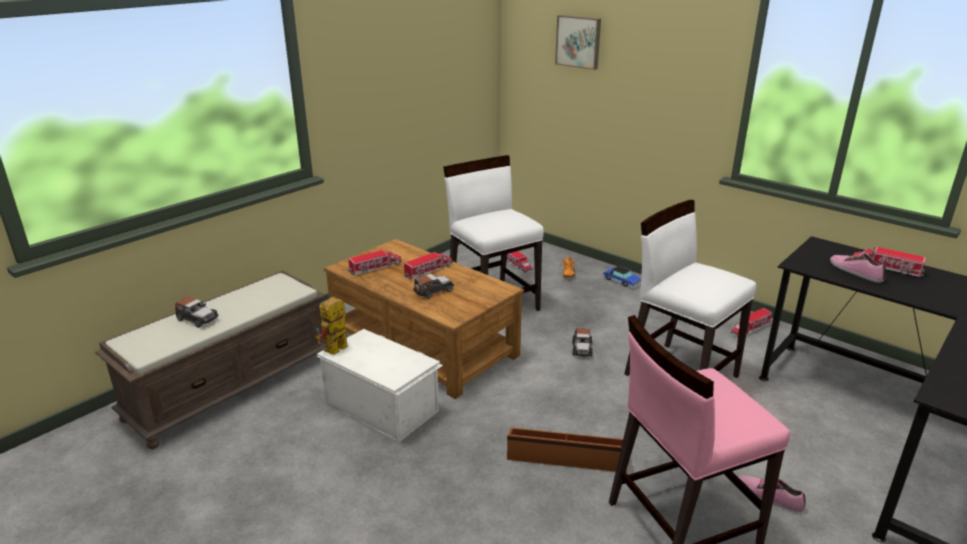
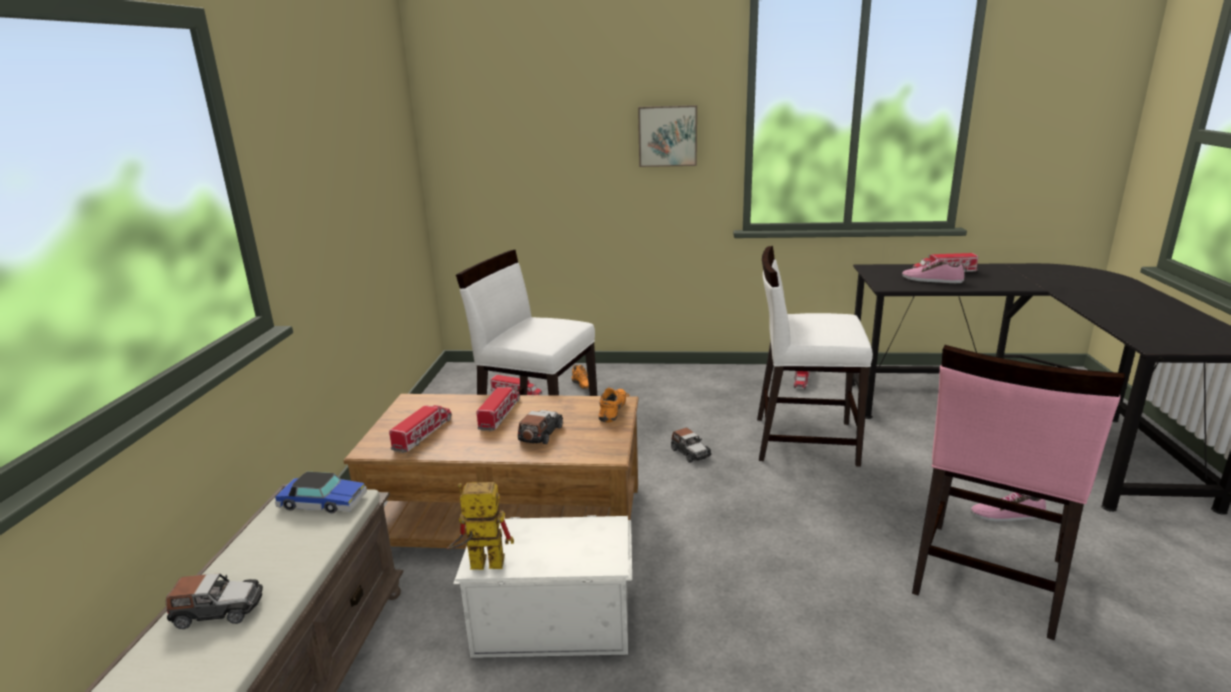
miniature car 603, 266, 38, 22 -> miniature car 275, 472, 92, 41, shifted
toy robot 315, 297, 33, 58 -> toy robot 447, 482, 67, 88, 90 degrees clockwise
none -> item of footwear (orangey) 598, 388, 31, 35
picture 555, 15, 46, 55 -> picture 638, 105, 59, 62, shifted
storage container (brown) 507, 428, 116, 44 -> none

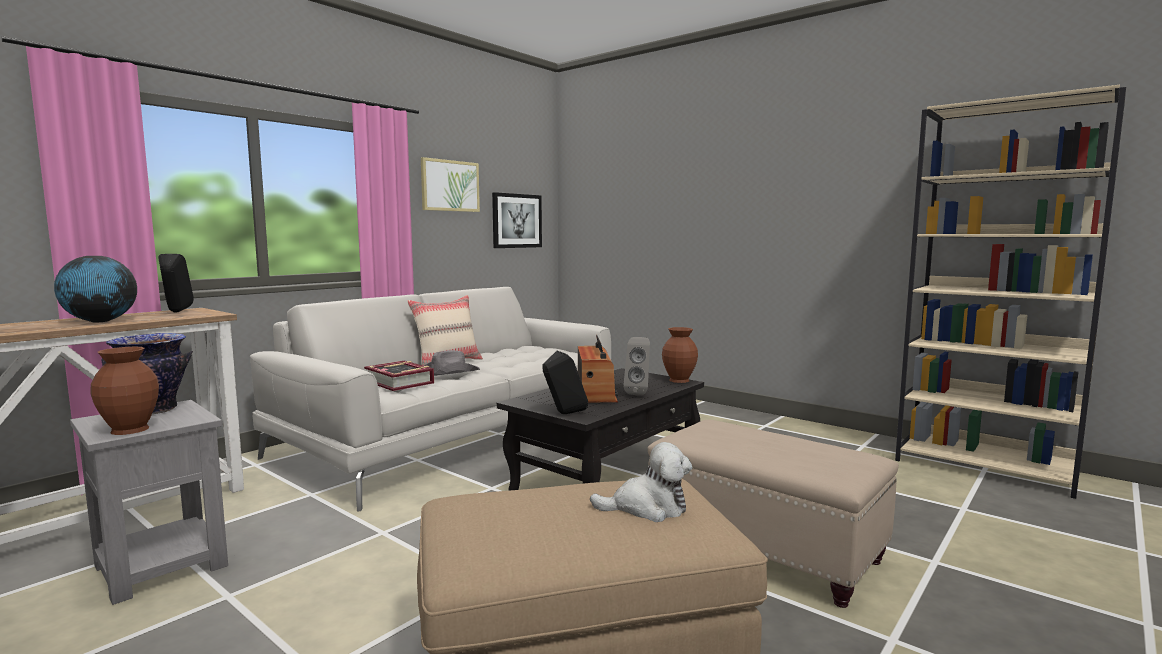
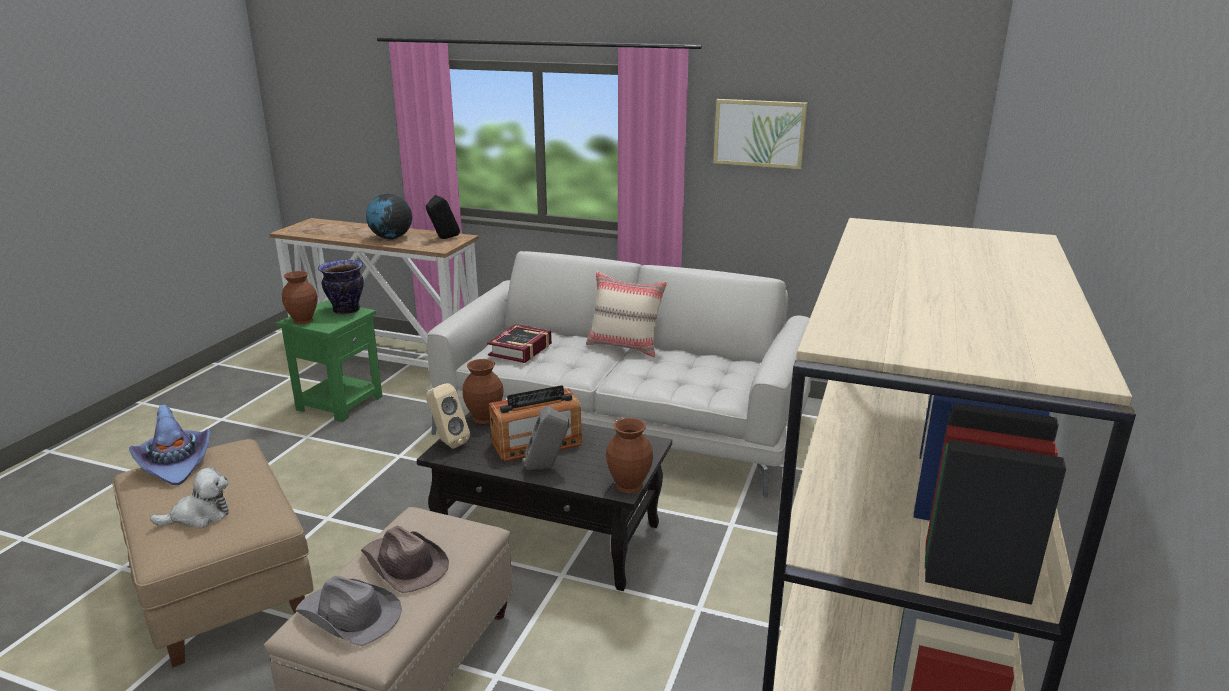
none -> wearable hat (purplish) 129, 404, 81, 81
soft toy 590, 442, 102, 80 -> soft toy 150, 467, 79, 61, 90 degrees counterclockwise
accent table (greyish) 70, 400, 158, 205 -> accent table (greenish) 276, 301, 107, 121
wearable hat (greyish) 424, 350, 56, 26 -> wearable hat (greyish) 295, 576, 107, 70, shifted
none -> wearable hat (brown) 361, 526, 88, 67
speaker (black-coloured) 542, 351, 46, 63 -> speaker (sand-coloured) 426, 383, 44, 66
none -> vase (brown) 462, 359, 42, 65
picture 492, 192, 50, 56 -> none

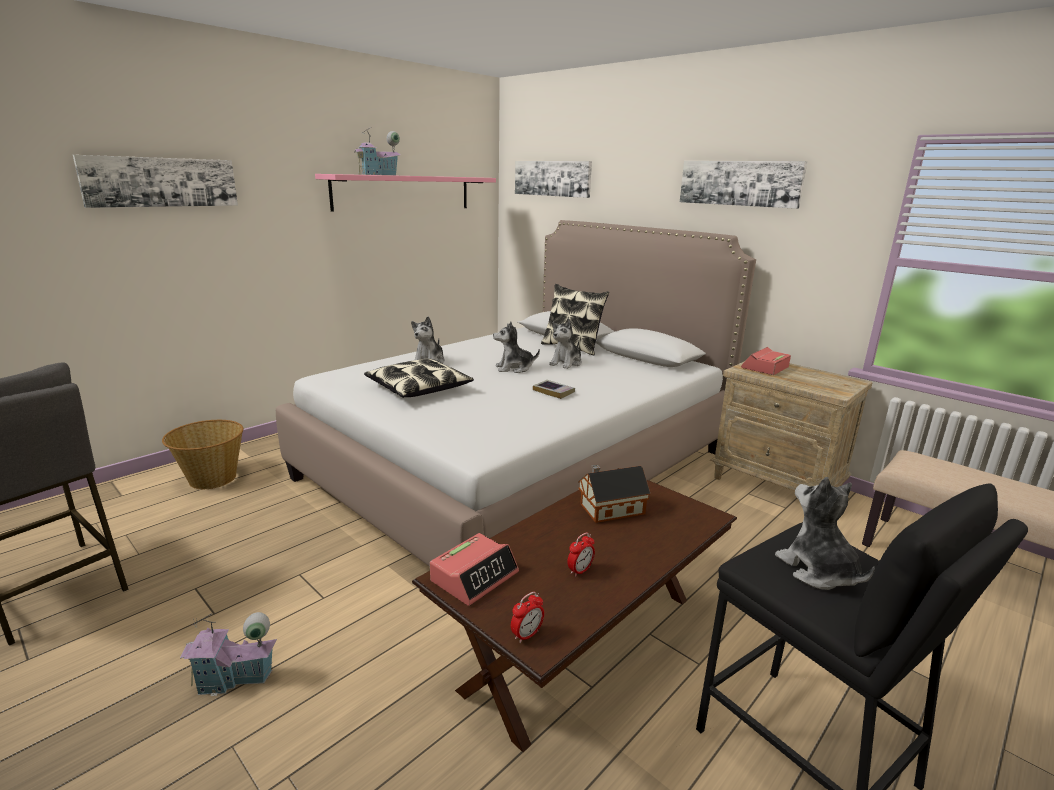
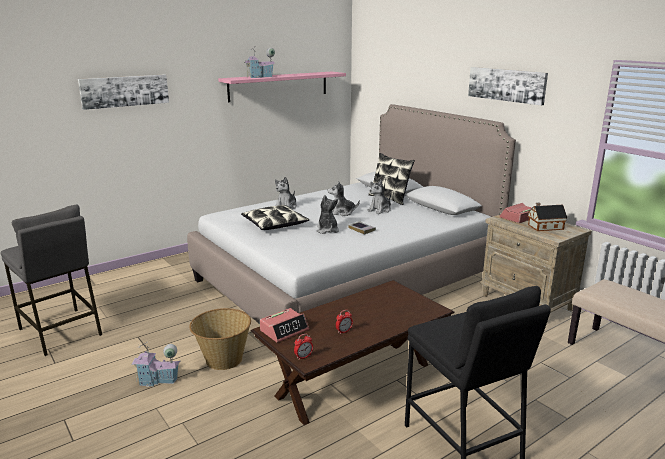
basket 162, 420, 81, 69 -> basket 189, 308, 62, 62, shifted
soft toy 775, 477, 100, 113 -> soft toy 316, 195, 23, 39, shifted
toy house 579, 465, 71, 58 -> toy house 528, 203, 39, 28, shifted
picture 515, 161, 77, 37 -> none

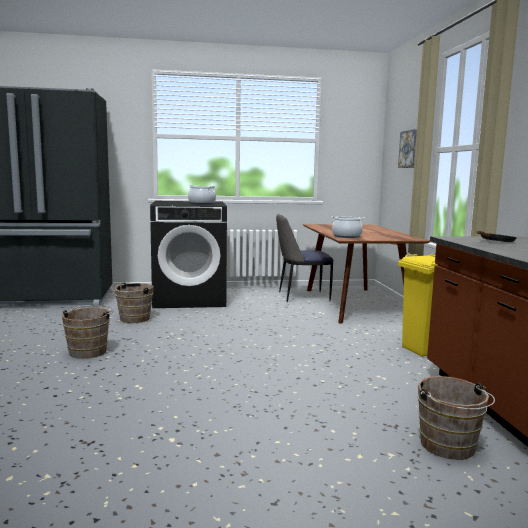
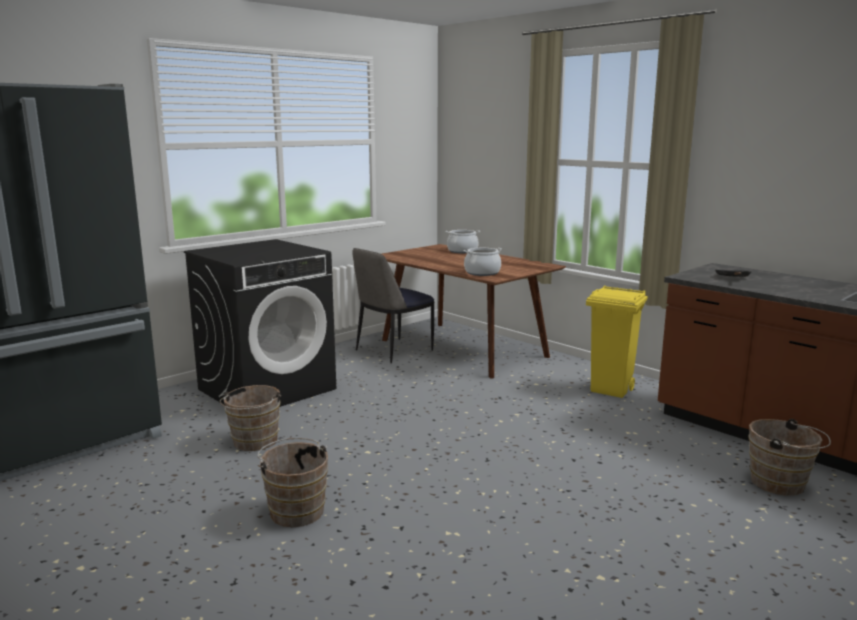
stockpot 188, 185, 28, 20 -> stockpot 445, 230, 35, 23, shifted
picture 398, 129, 19, 39 -> none

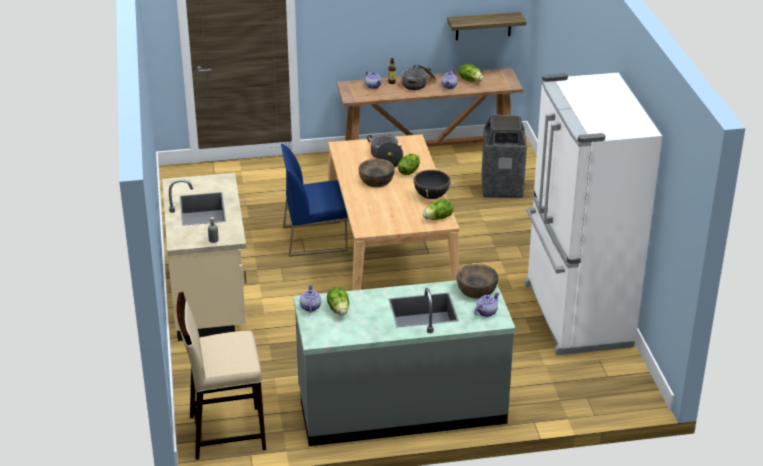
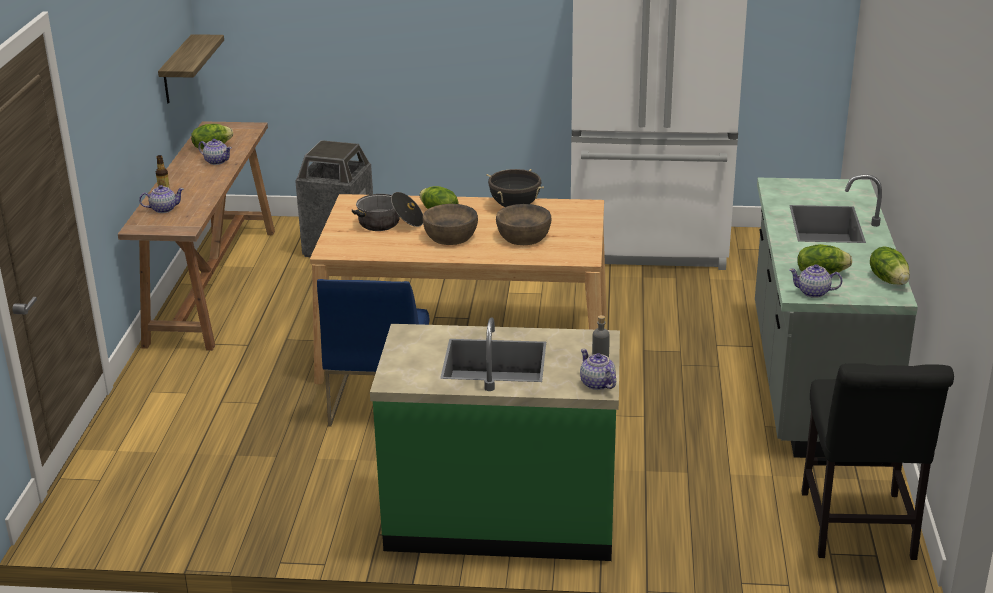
kitchen counter (sand-coloured) 162, 173, 84, 168 -> kitchen counter (greenish) 370, 318, 250, 243
bowl (brown) 457, 264, 41, 35 -> bowl (brown) 496, 204, 55, 41, shifted
pot for tea 474, 292, 25, 25 -> pot for tea 580, 349, 36, 41, shifted
sitting stool (sand-coloured) 177, 292, 89, 168 -> plain chair (black-coloured) 801, 363, 153, 197
head of lettuce 423, 199, 31, 21 -> head of lettuce 870, 246, 40, 39, shifted
stockpot 401, 64, 35, 26 -> none

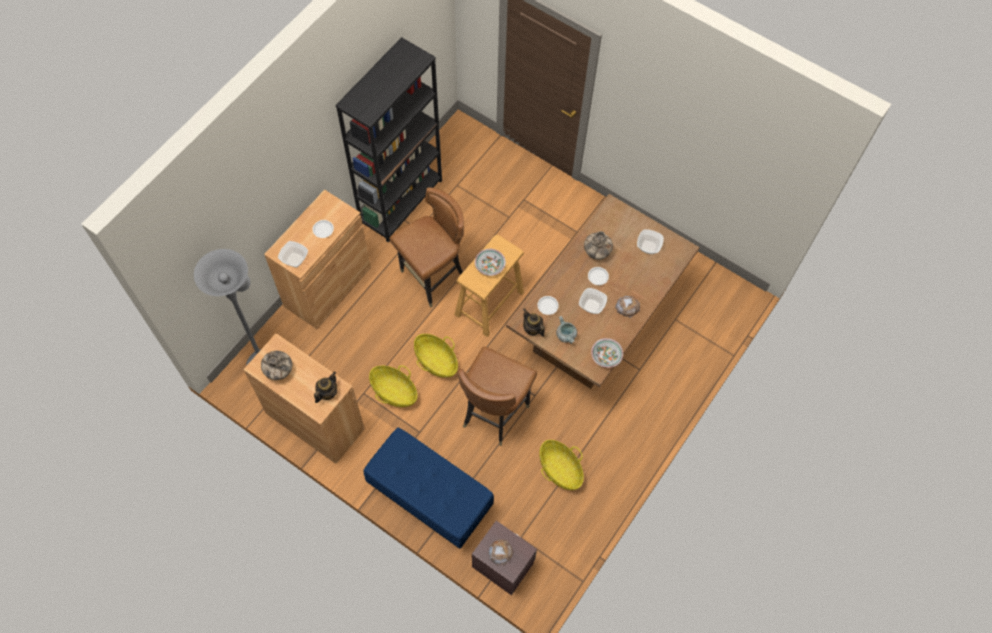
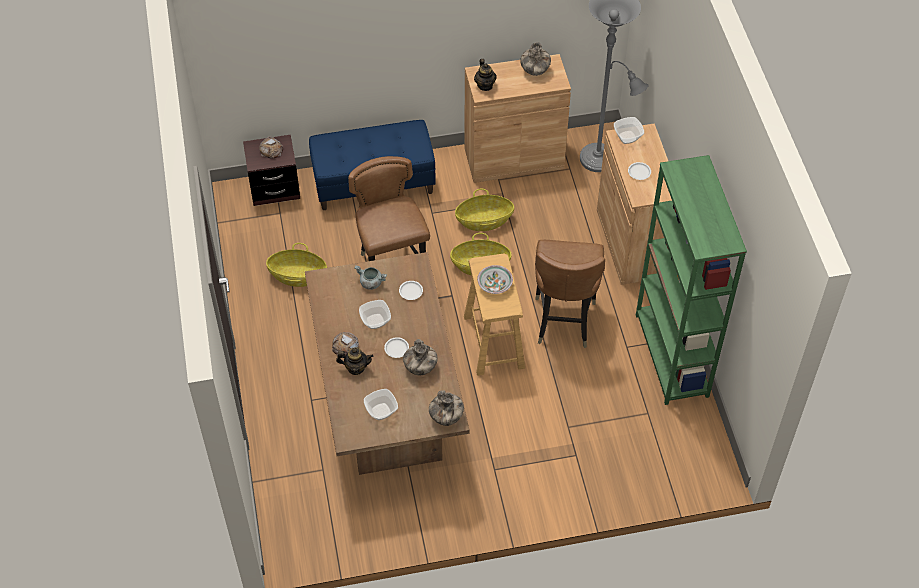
pot for tea 523, 308, 22, 29 -> pot for tea 336, 347, 38, 28, shifted
none -> vase 429, 390, 35, 36
bookcase (black-coloured) 335, 37, 107, 205 -> bookcase (greenish) 636, 155, 111, 250
bowl 591, 338, 32, 30 -> none

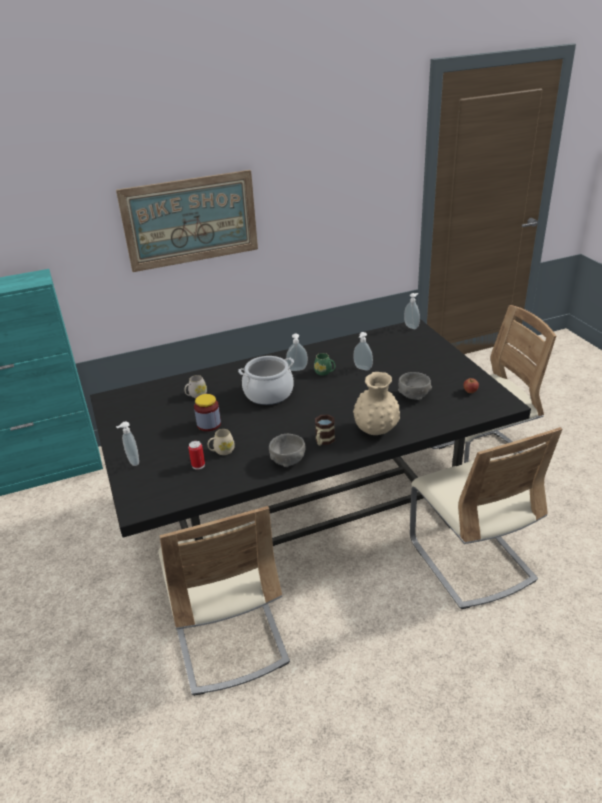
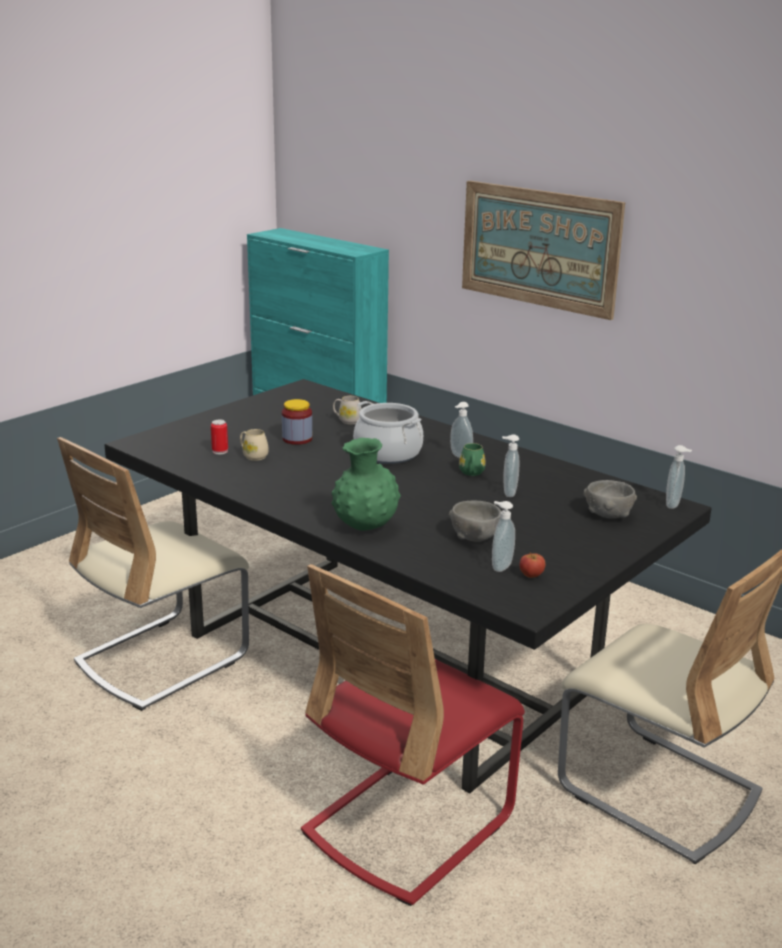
plain chair (sand-coloured) 410, 427, 152, 182 -> plain chair (red) 301, 564, 224, 342
vase (sand-coloured) 353, 372, 47, 63 -> vase (greenish) 331, 438, 70, 93
soap dispenser 116, 422, 23, 44 -> soap dispenser 492, 501, 23, 71, shifted
bowl (greyish) 269, 434, 36, 33 -> bowl (greyish) 584, 480, 53, 38, shifted
tea mug 315, 415, 20, 31 -> none

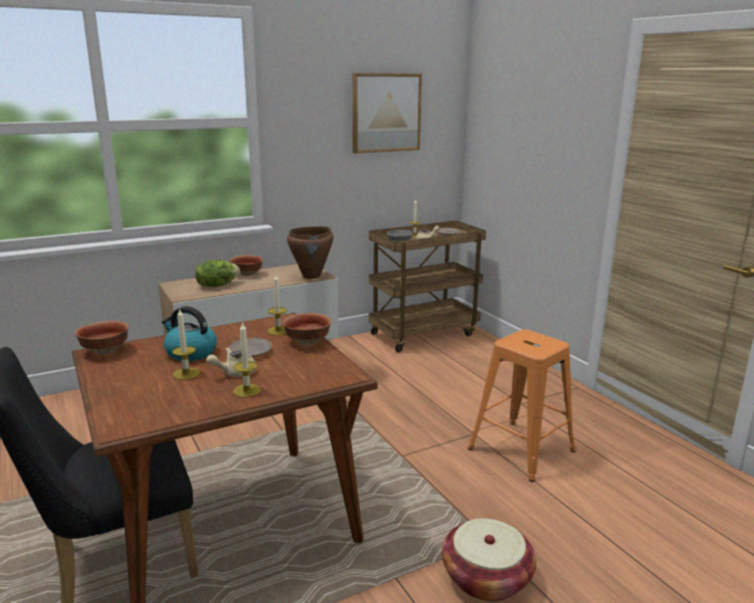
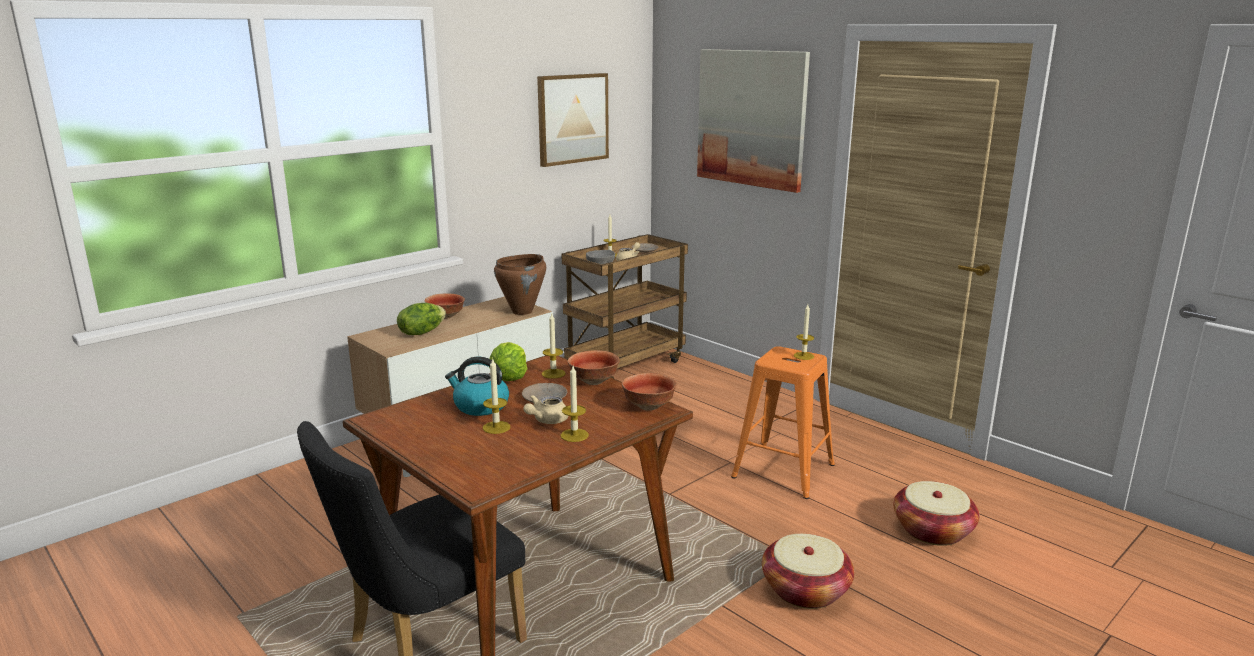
none -> head of lettuce 489, 342, 39, 39
bowl 75, 321, 54, 34 -> bowl 622, 373, 54, 38, shifted
none -> picture 697, 49, 113, 144
none -> wax light 793, 304, 22, 56
none -> basket 894, 481, 85, 65

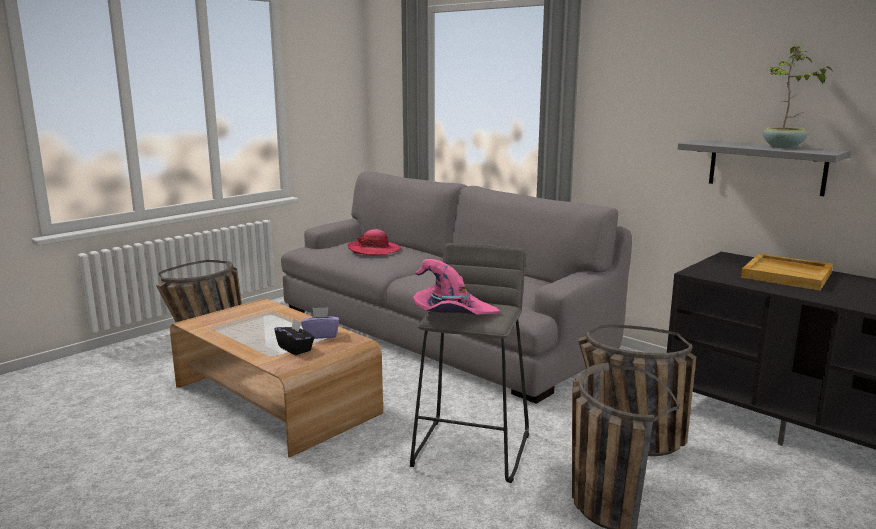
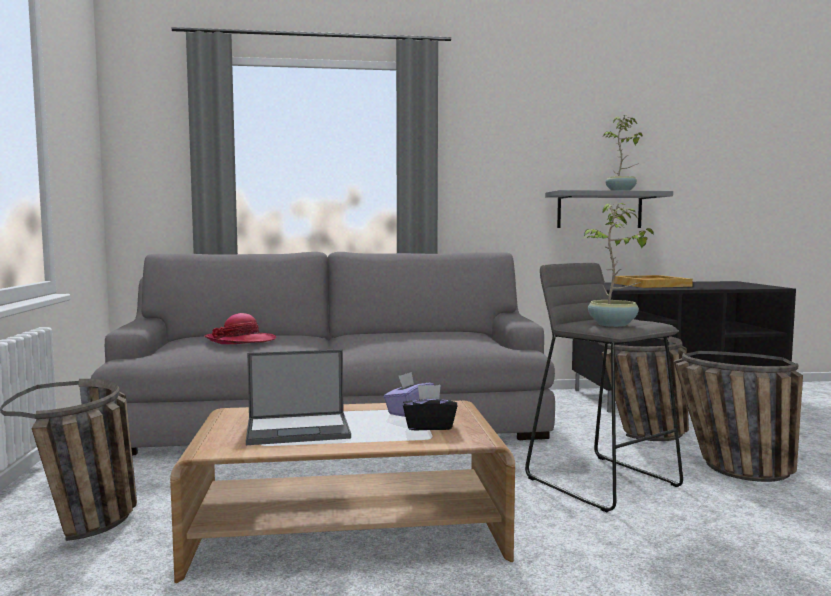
none -> notebook computer 246, 349, 105, 96
wearable hat (pink) 413, 259, 87, 56 -> plant in a pot 583, 203, 71, 124

